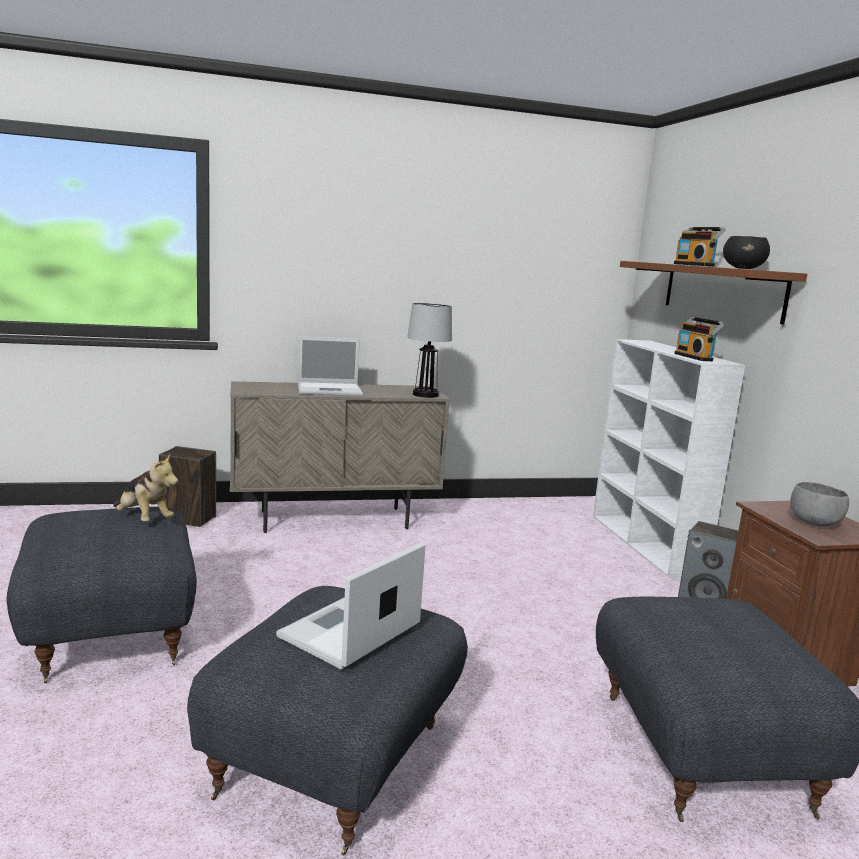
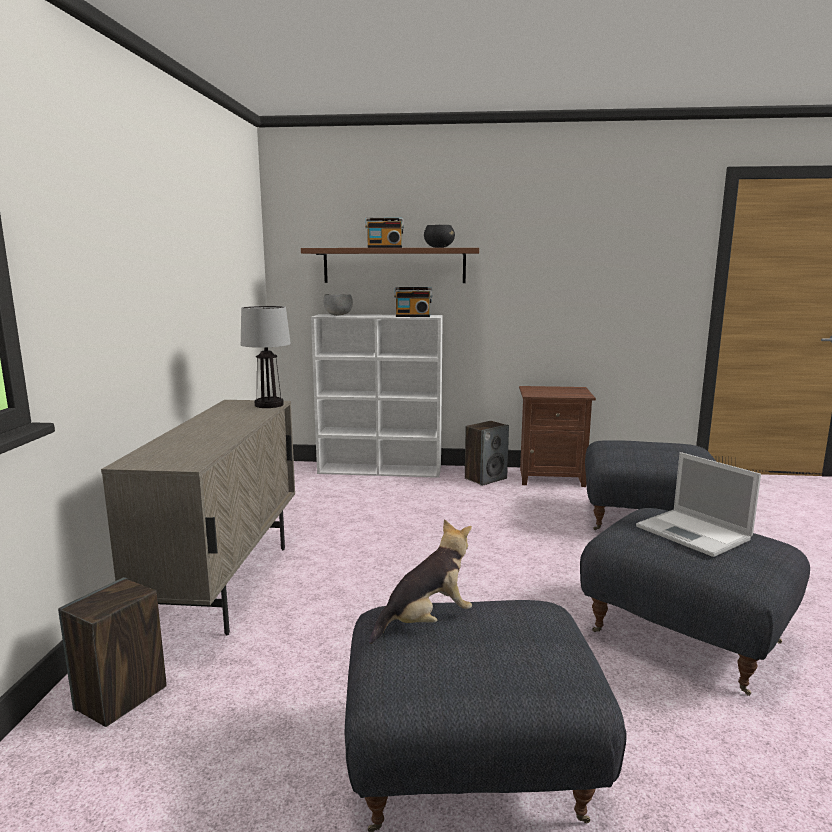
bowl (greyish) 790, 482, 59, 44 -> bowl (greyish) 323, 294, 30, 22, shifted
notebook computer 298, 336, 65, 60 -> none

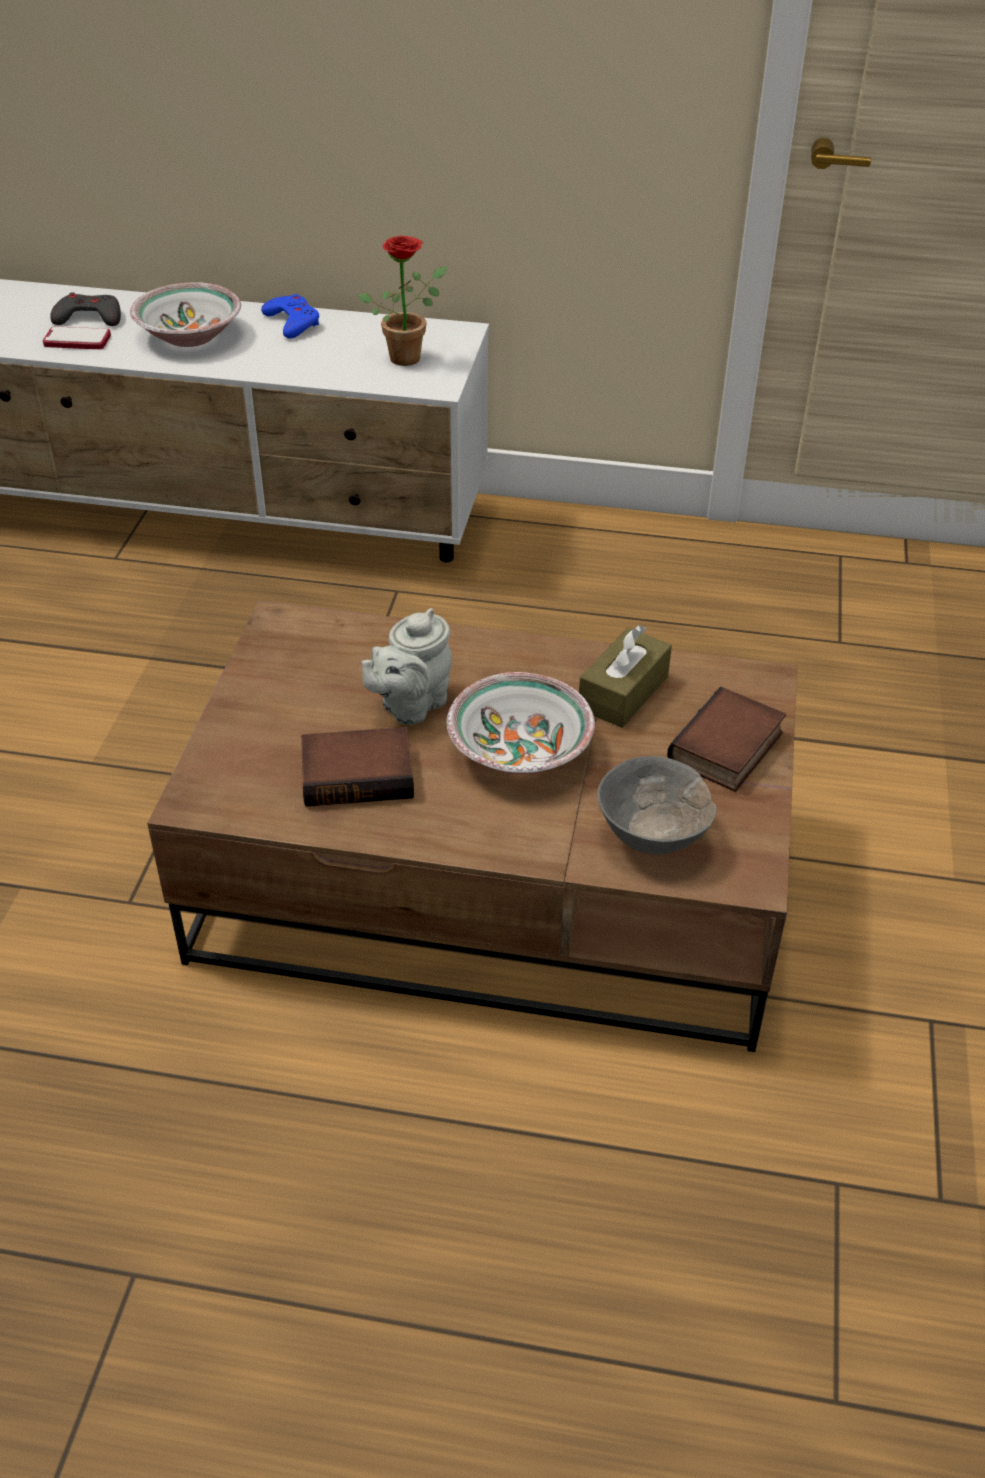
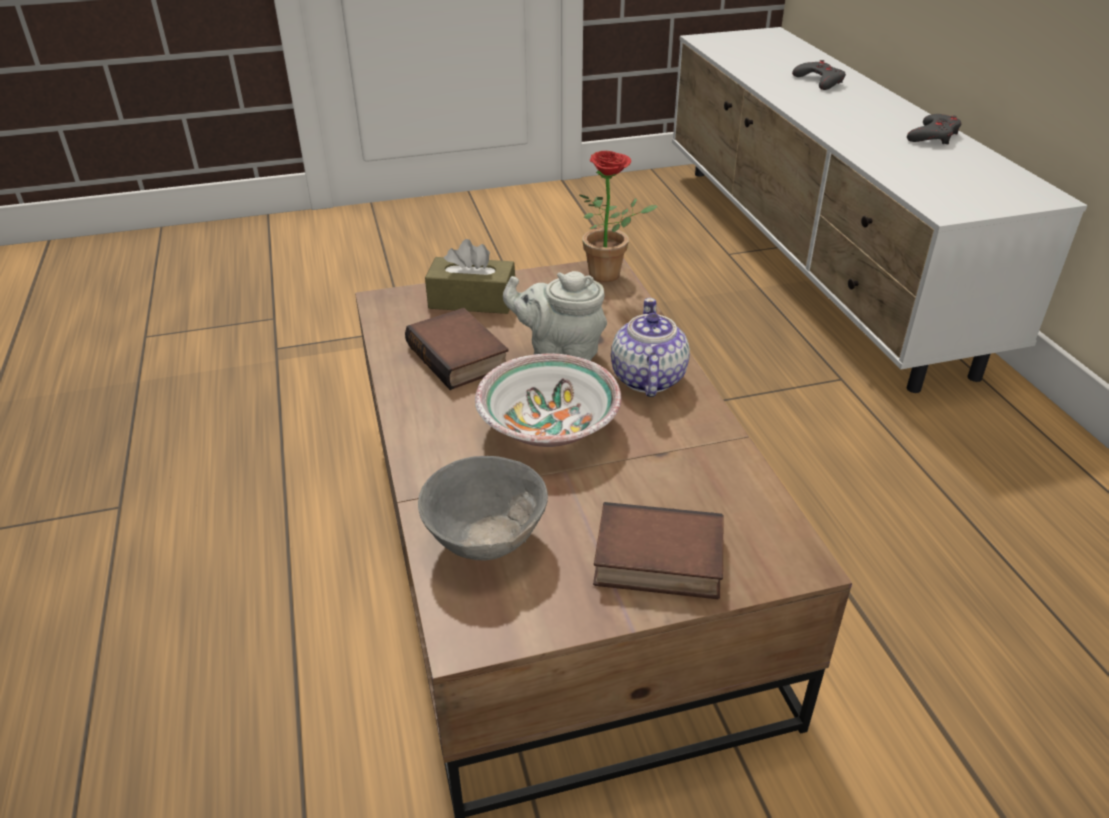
box of tissues (brown) 579, 625, 93, 103 -> box of tissues (brown) 425, 239, 90, 75, shifted
plant in a pot 358, 236, 89, 130 -> plant in a pot 579, 151, 79, 131, shifted
none -> pot for tea 611, 298, 79, 99
joypad (bluish) 261, 294, 58, 45 -> joypad (greyish) 907, 114, 55, 30
telephone 43, 327, 68, 22 -> none
bowl 130, 282, 111, 65 -> none

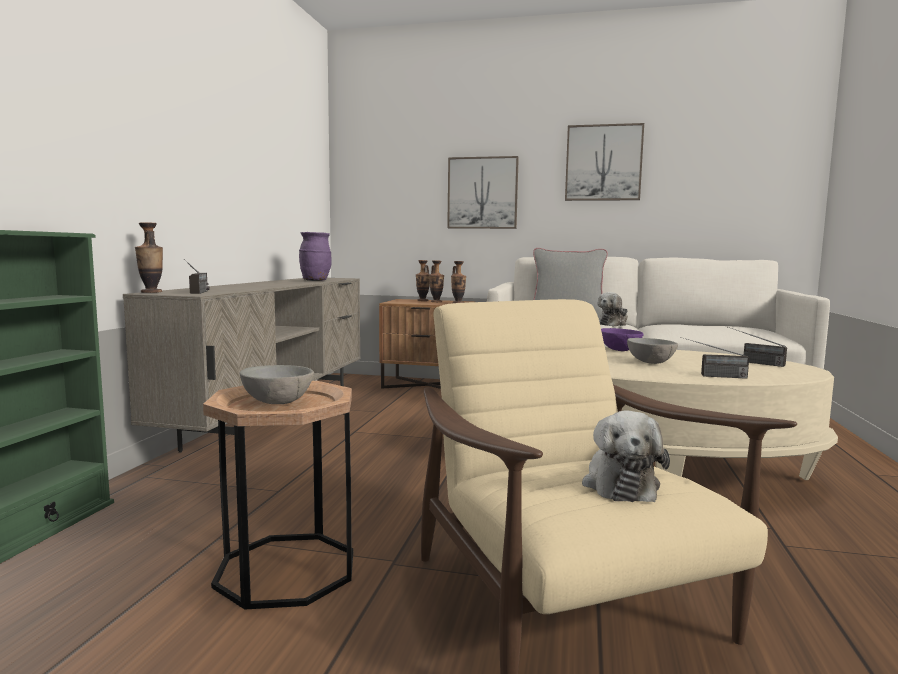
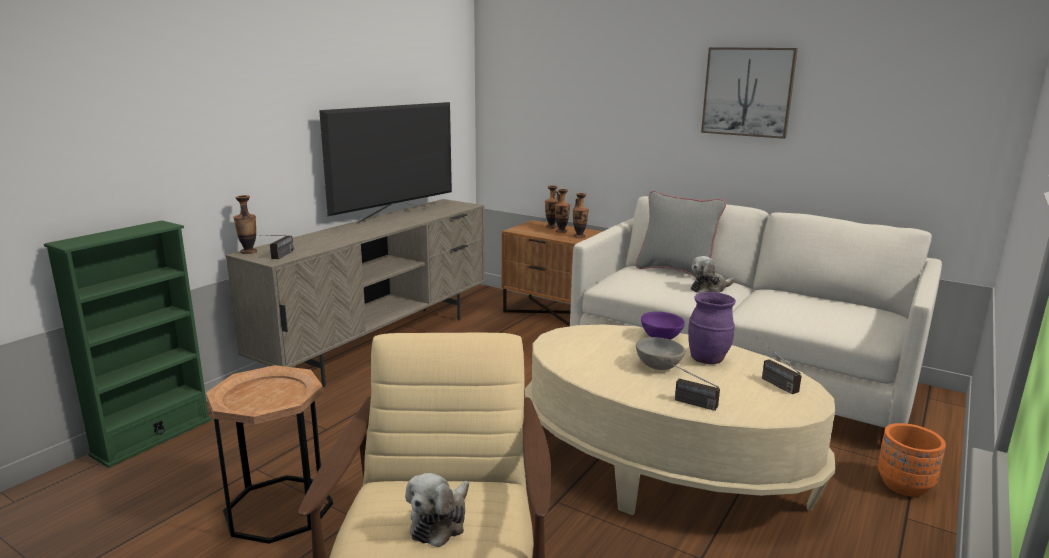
none -> TV 319, 102, 133, 122
vase (purplish) 299, 232, 33, 49 -> vase (purplish) 688, 292, 48, 72, shifted
none -> plant pot (orangey) 878, 423, 68, 74
bowl (greyish) 239, 365, 75, 39 -> none
picture 447, 156, 72, 73 -> none

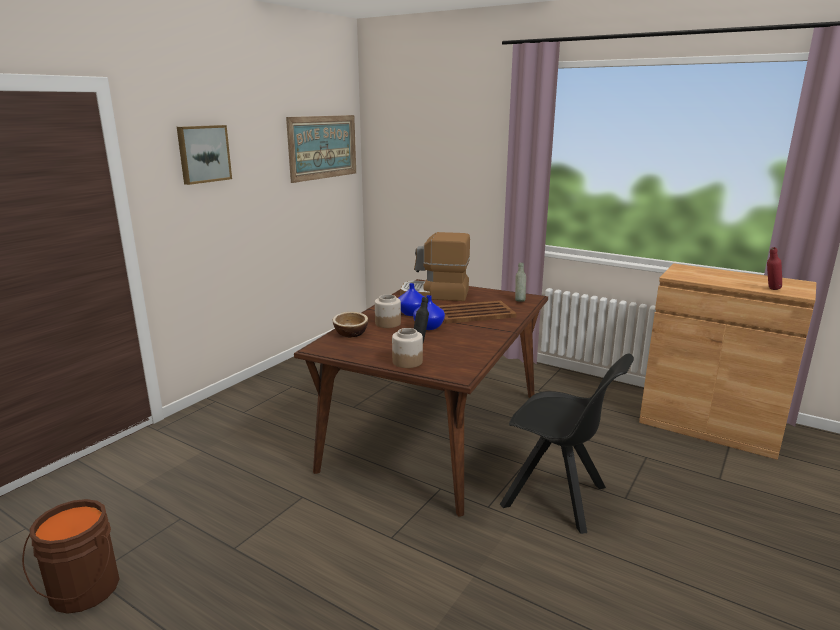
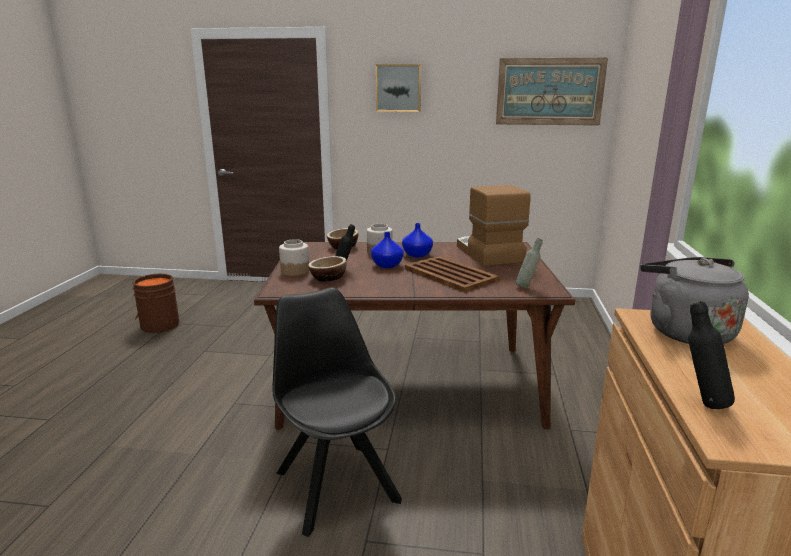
plain chair (black-coloured) 500, 354, 134, 180 -> plain chair (black-coloured) 272, 287, 130, 250, 150 degrees clockwise
none -> bowl 308, 256, 39, 26
none -> tea kettle (greyish) 640, 257, 109, 87
drink bottle (red) 767, 247, 15, 43 -> drink bottle (black-coloured) 688, 301, 47, 108

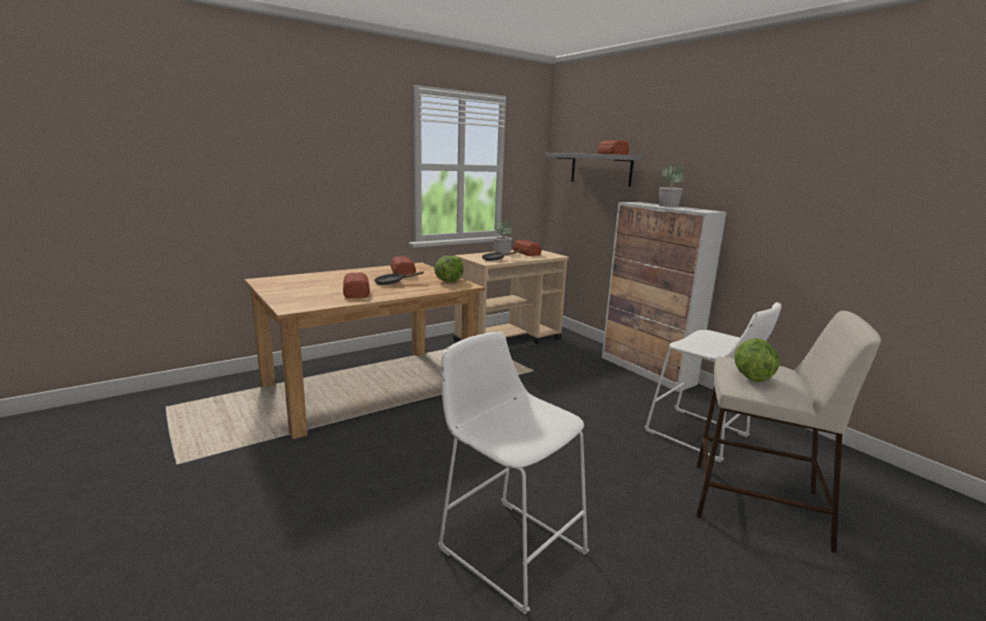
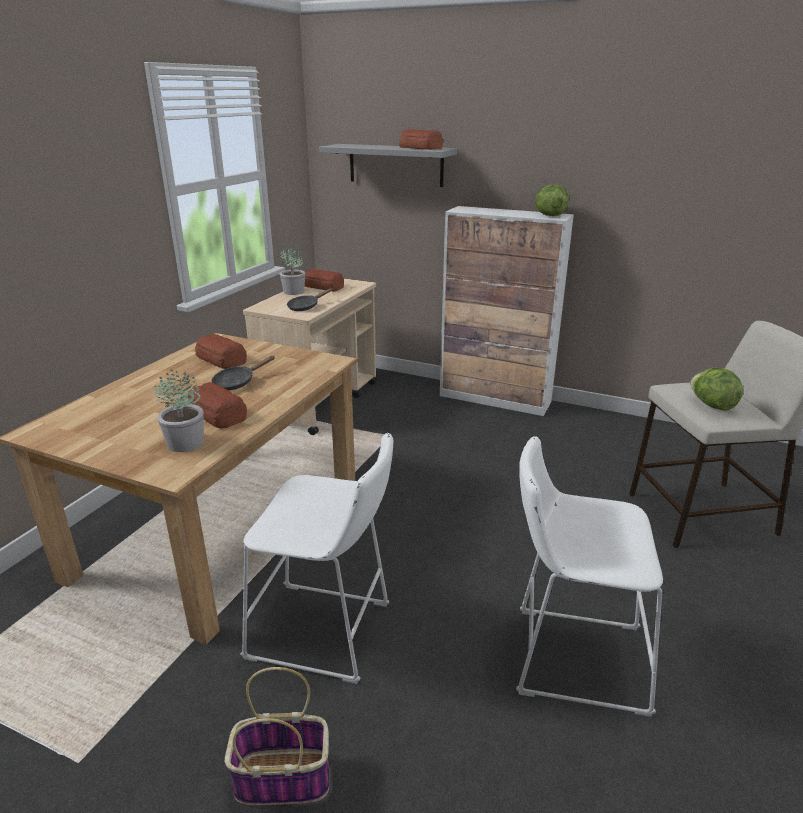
plant in a pot 659, 164, 25, 43 -> plant in a pot 154, 369, 50, 83, shifted
none -> basket 225, 667, 104, 138
sitting stool (white-coloured) 645, 302, 136, 161 -> sitting stool (white-coloured) 240, 433, 154, 251, shifted
head of lettuce 434, 256, 30, 26 -> head of lettuce 535, 184, 34, 32, shifted

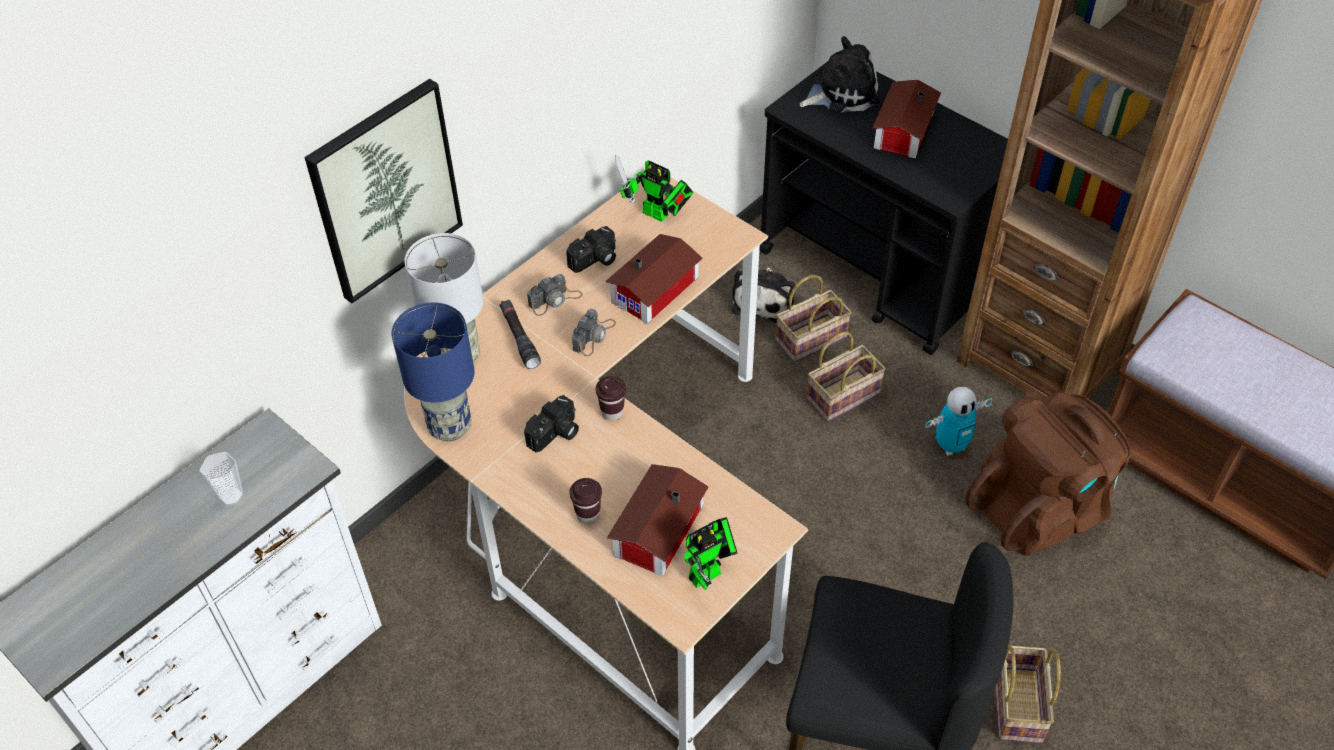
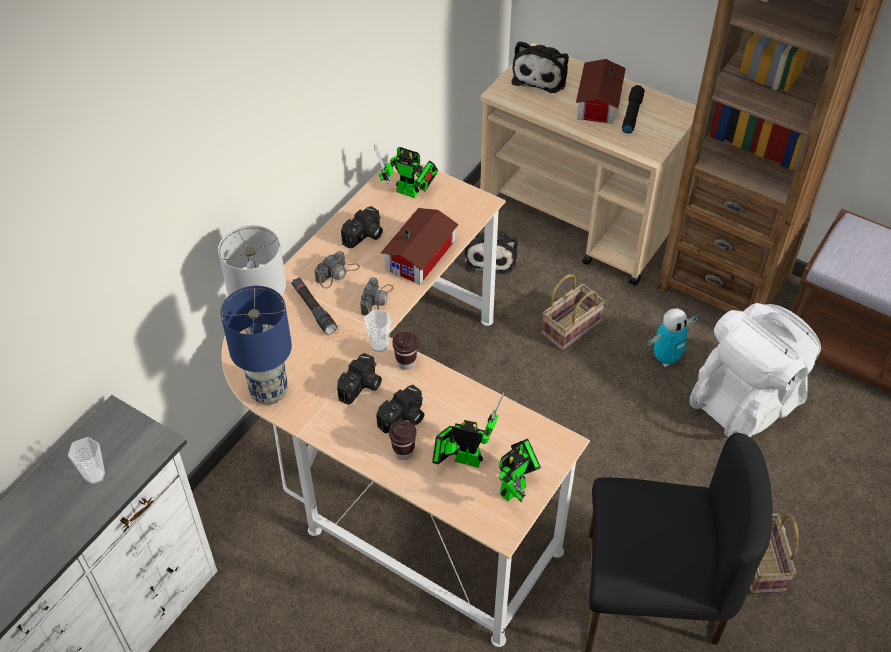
none -> small cup 364, 310, 27, 42
none -> still camera 376, 385, 48, 48
toy house 607, 464, 102, 113 -> toy robot 432, 392, 73, 76
cart (black-coloured) 759, 61, 249, 294 -> cart (sand-coloured) 480, 43, 216, 243
soft toy 799, 36, 82, 77 -> soft toy 512, 41, 57, 52, 135 degrees clockwise
none -> hand torch (black-coloured) 622, 85, 23, 48
knapsack (brown) 965, 392, 165, 164 -> knapsack (white-coloured) 690, 303, 131, 135
picture 305, 79, 158, 224 -> none
basket 775, 275, 77, 87 -> none

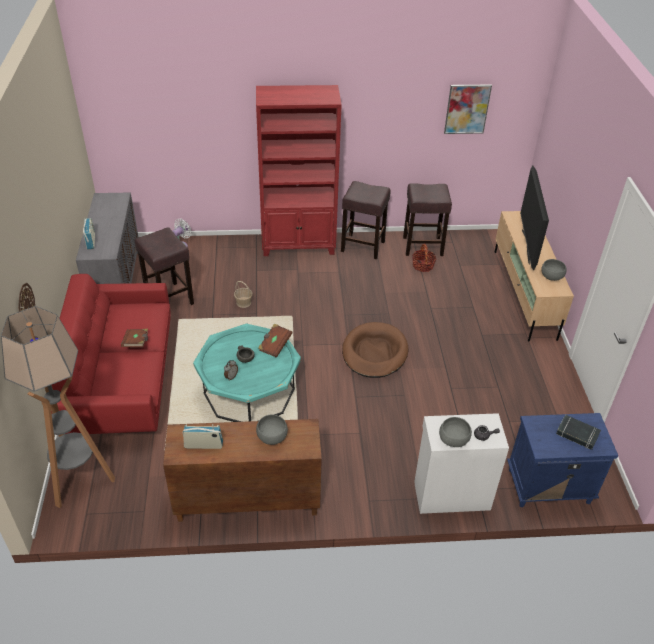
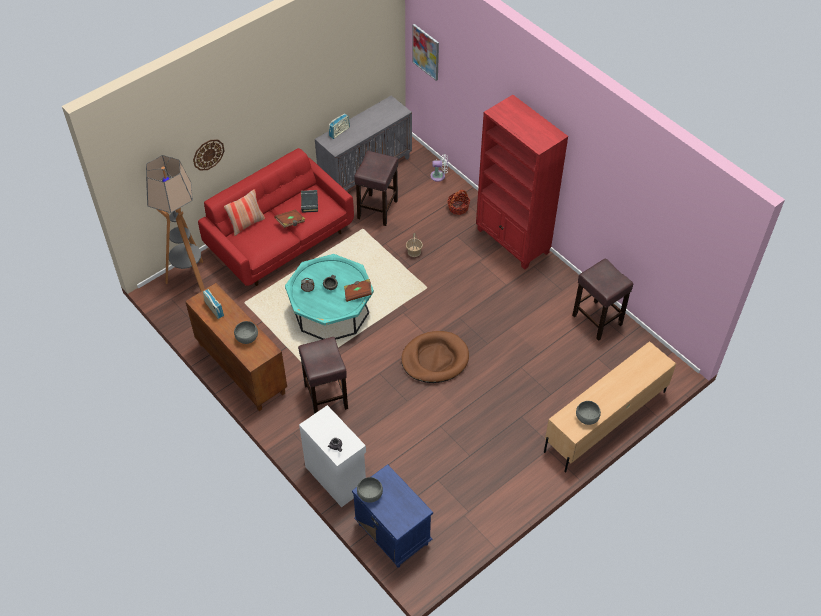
none -> throw pillow 224, 189, 41, 47
sitting stool (brown) 341, 181, 50, 78 -> sitting stool (brown) 298, 337, 50, 77, shifted
bound book (black-coloured) 556, 415, 45, 35 -> bound book (black-coloured) 301, 190, 17, 23, shifted
bowl (greyish) 439, 417, 33, 30 -> bowl (greyish) 357, 477, 26, 26, shifted
picture 444, 85, 48, 49 -> picture 412, 24, 27, 57, shifted
basket 412, 244, 24, 28 -> basket 447, 190, 23, 25, shifted
TV 520, 166, 29, 105 -> none

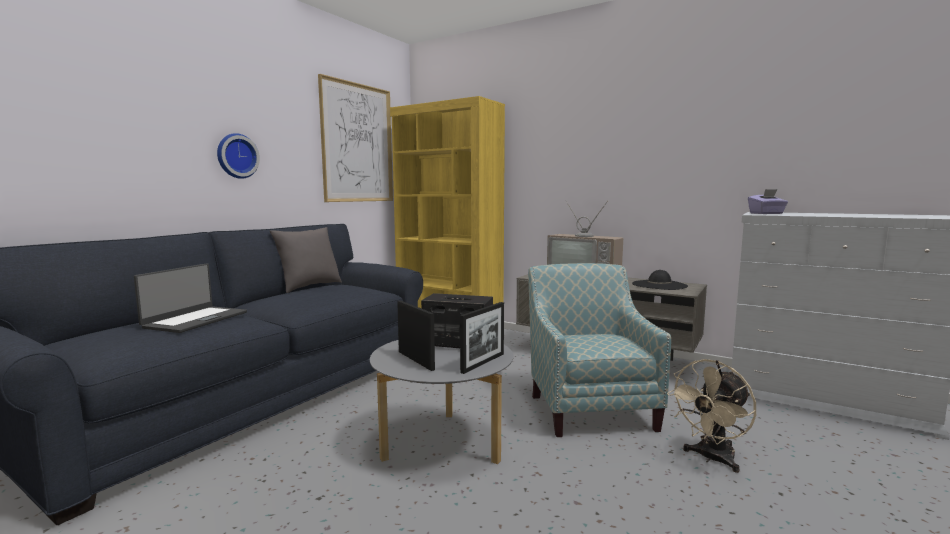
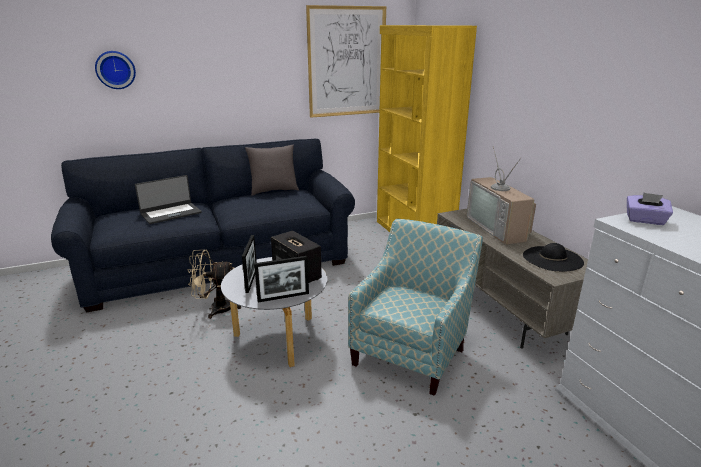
hanging clock 217, 133, 43, 46 -> hanging clock 95, 51, 41, 38, shifted
fan (sand-coloured) 667, 359, 89, 114 -> fan (sand-coloured) 188, 250, 53, 69, shifted

